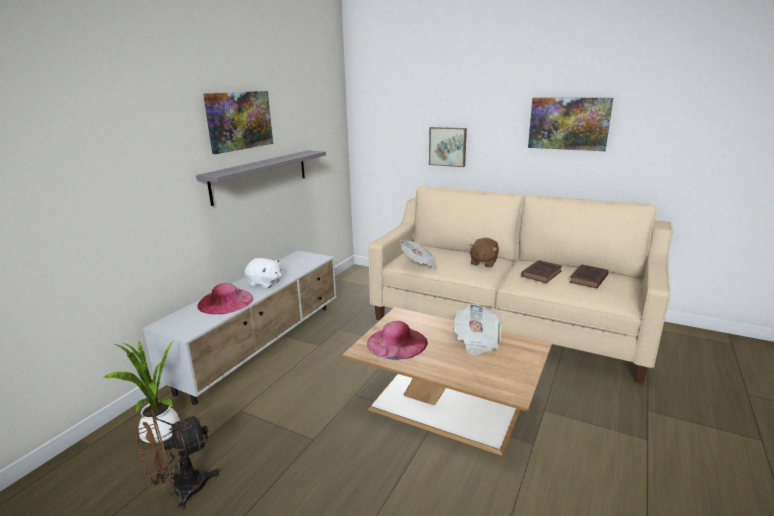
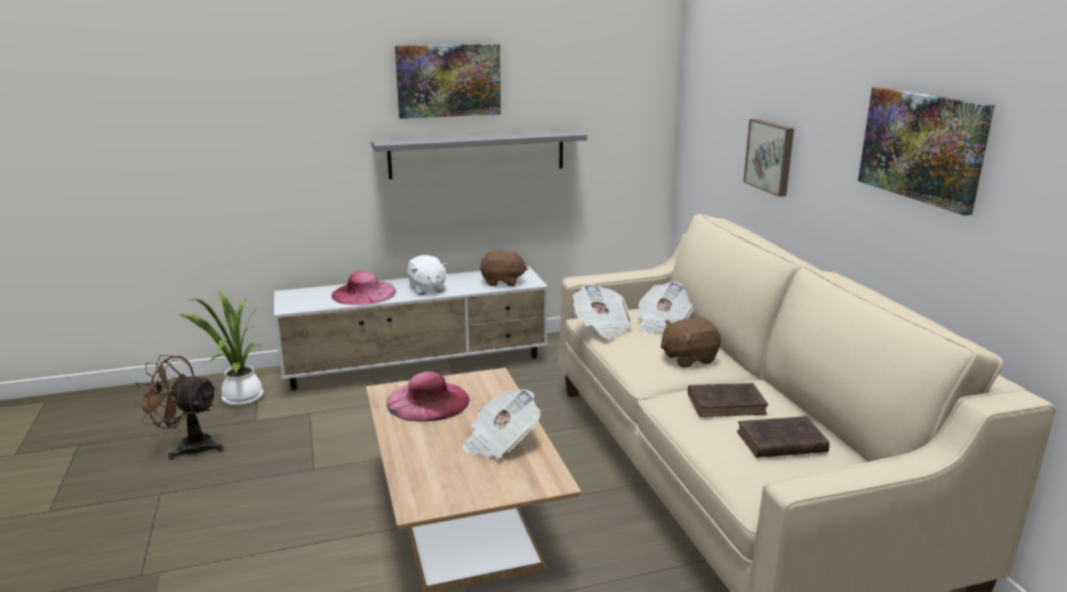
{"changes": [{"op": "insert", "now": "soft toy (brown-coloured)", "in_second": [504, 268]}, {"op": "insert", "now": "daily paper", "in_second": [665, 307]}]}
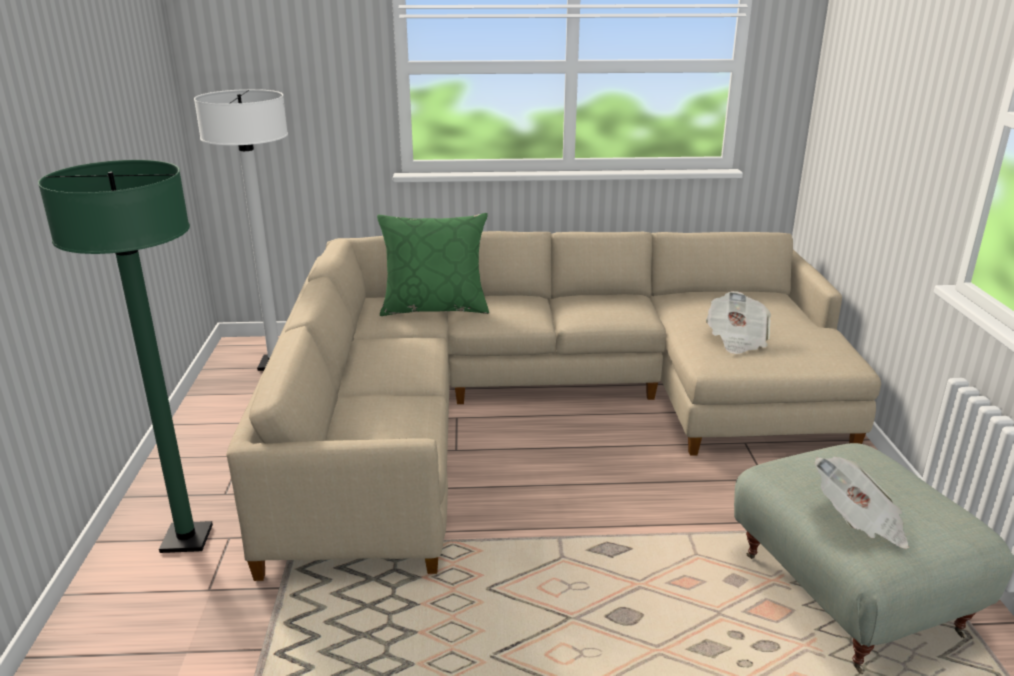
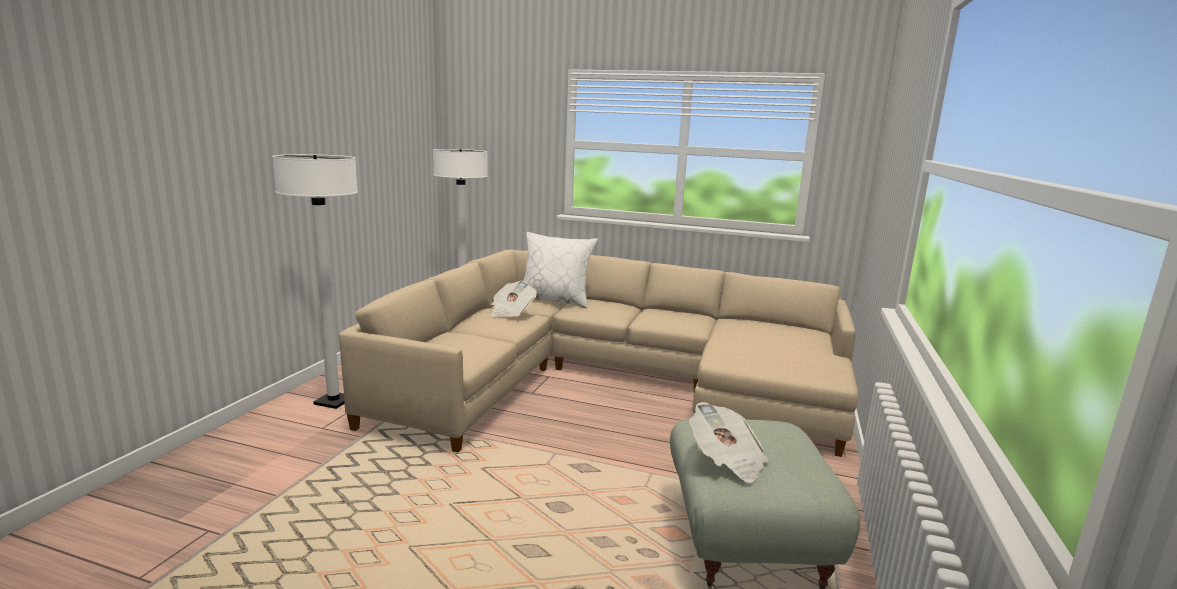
{"changes": [{"op": "move", "was": "daily paper", "in_first": [738, 322], "in_second": [514, 299]}, {"op": "recolor", "was": "standing lamp (green)", "now": "standing lamp (white-coloured)", "in_first": [125, 356], "in_second": [315, 281]}, {"op": "recolor", "was": "pillow (green)", "now": "pillow (white-coloured)", "in_first": [433, 264], "in_second": [561, 270]}]}
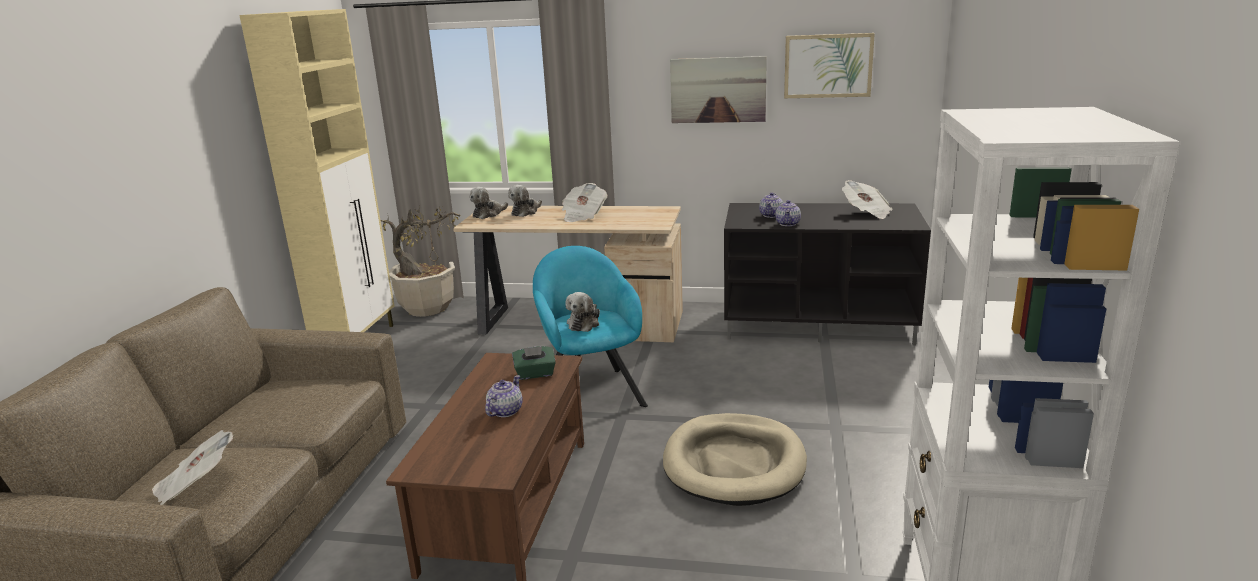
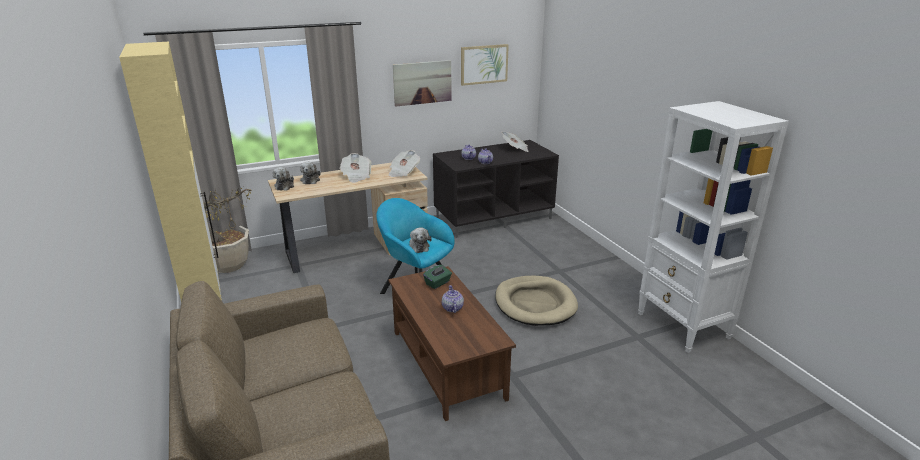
{"changes": [{"op": "move", "was": "daily paper", "in_first": [192, 467], "in_second": [404, 163]}]}
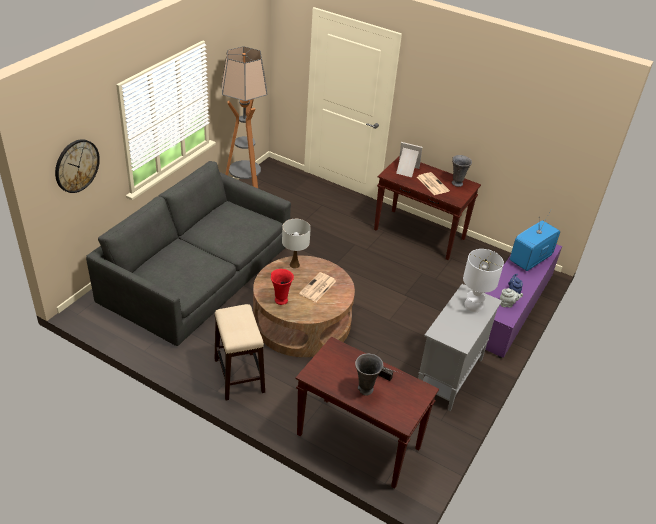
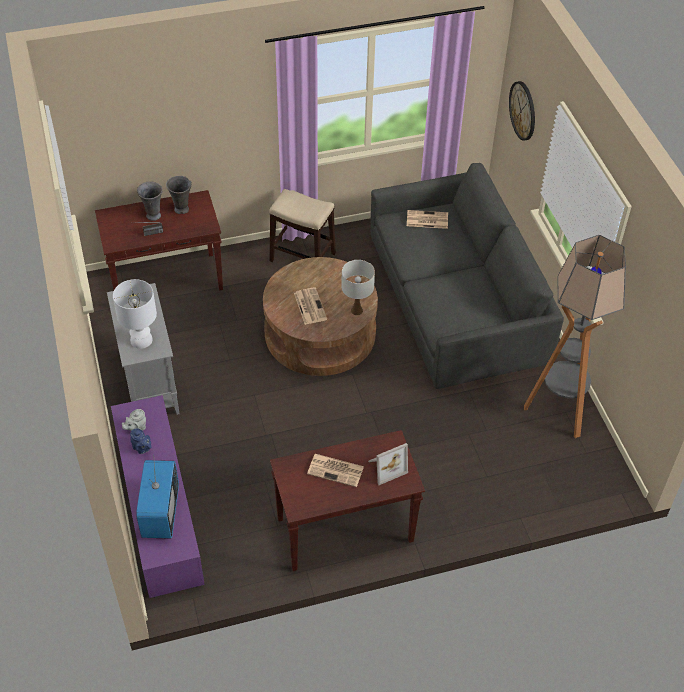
{"changes": [{"op": "delete", "was": "decorative vase (red-coloured)", "in_first": [282, 287]}, {"op": "insert", "now": "daily paper", "in_second": [427, 219]}, {"op": "move", "was": "decorative vase (gray)", "in_first": [462, 171], "in_second": [179, 195]}]}
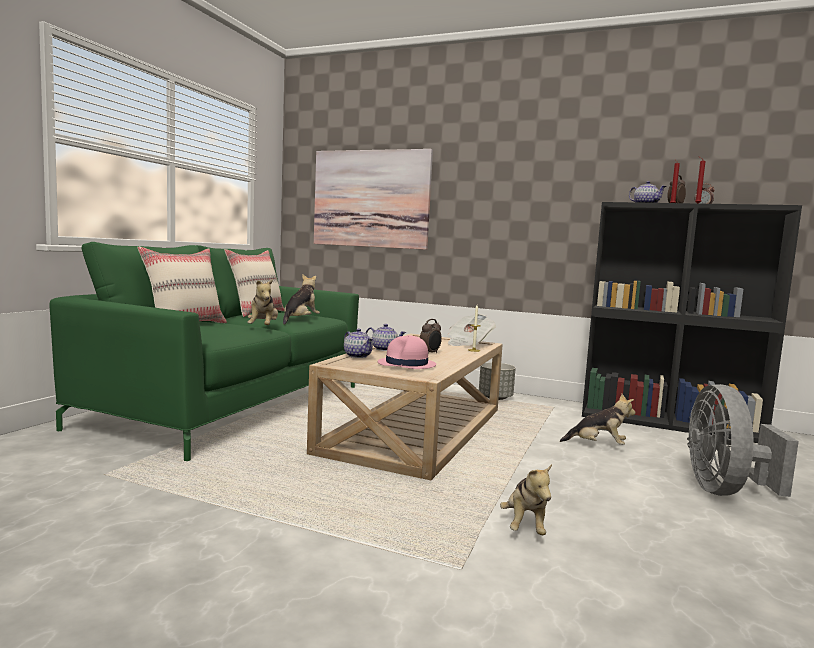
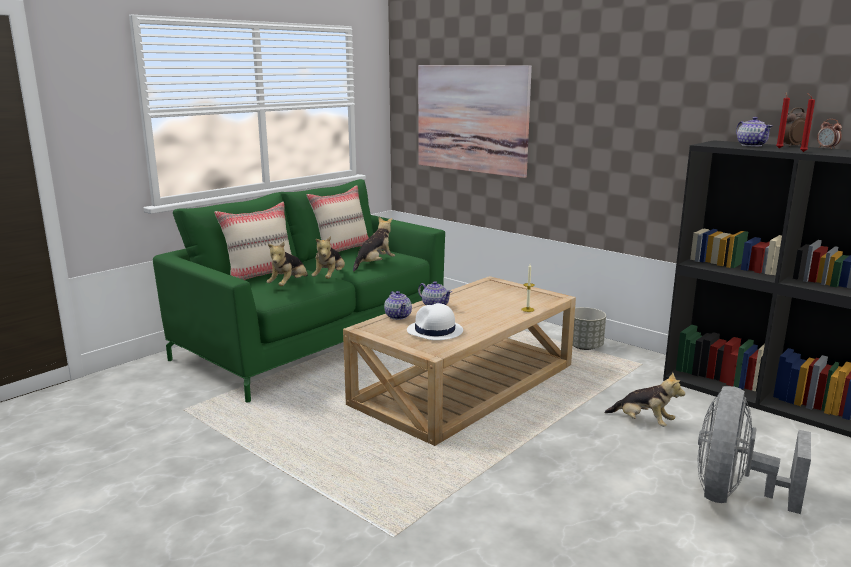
{"changes": [{"op": "delete", "was": "alarm clock", "in_first": [430, 336]}, {"op": "delete", "was": "daily paper", "in_first": [472, 330]}, {"op": "move", "was": "soft toy", "in_first": [526, 499], "in_second": [287, 264]}, {"op": "recolor", "was": "hat (pink)", "now": "hat (white-coloured)", "in_first": [407, 352], "in_second": [435, 321]}]}
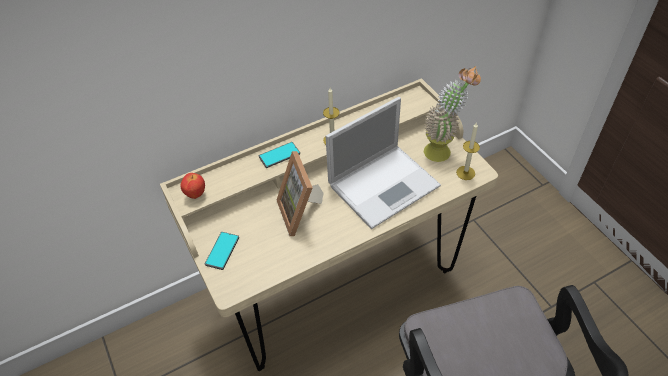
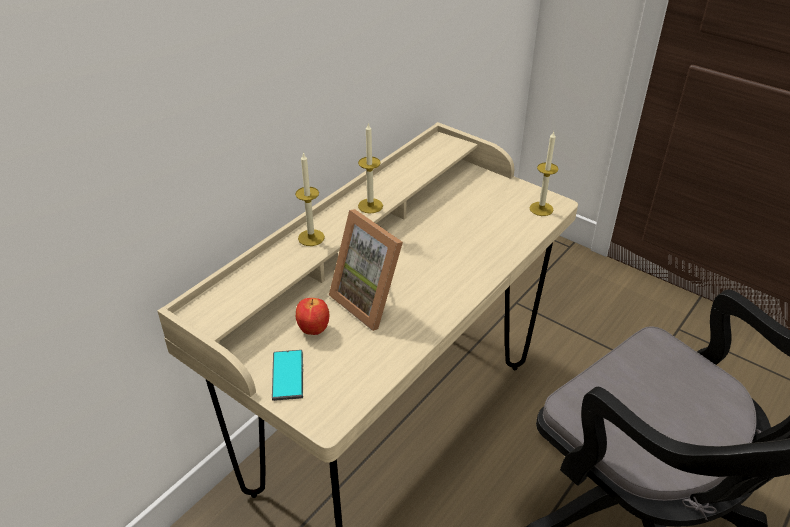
{"changes": [{"op": "delete", "was": "portable computer", "in_first": [383, 163]}, {"op": "delete", "was": "potted plant", "in_first": [452, 114]}, {"op": "move", "was": "apple fruit", "in_first": [192, 186], "in_second": [312, 316]}, {"op": "replace", "was": "handset", "now": "wax light", "in_first": [279, 155], "in_second": [310, 199]}]}
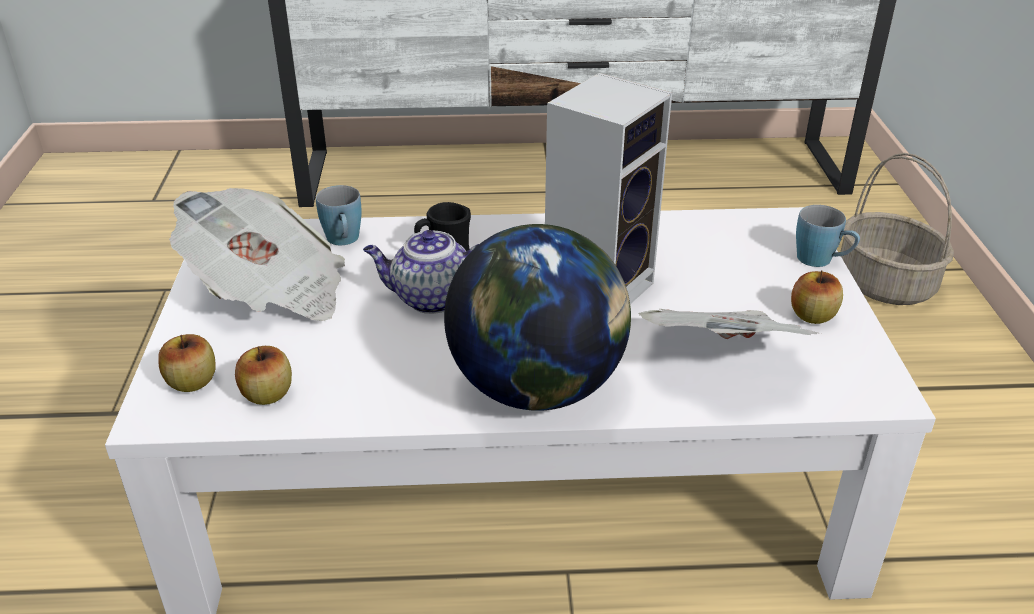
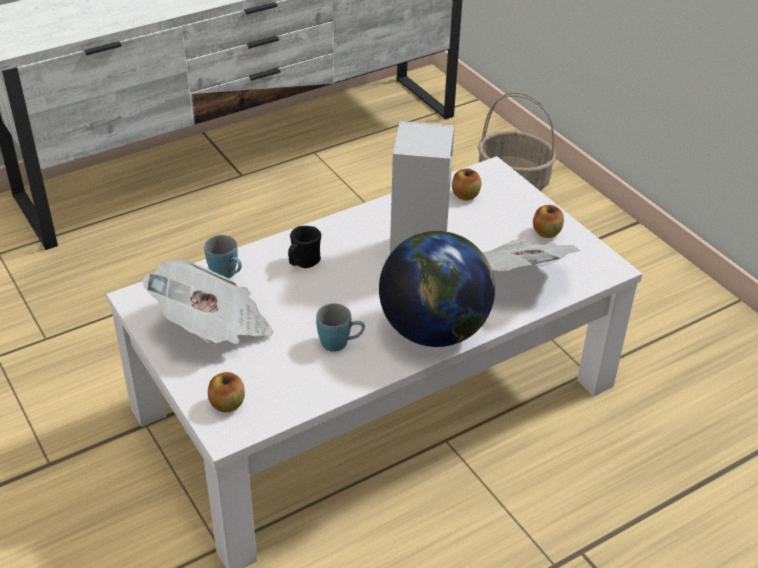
{"changes": [{"op": "delete", "was": "teapot", "in_first": [421, 272]}, {"op": "move", "was": "apple fruit", "in_first": [263, 375], "in_second": [466, 184]}, {"op": "move", "was": "mug (blue-coloured)", "in_first": [828, 236], "in_second": [340, 327]}]}
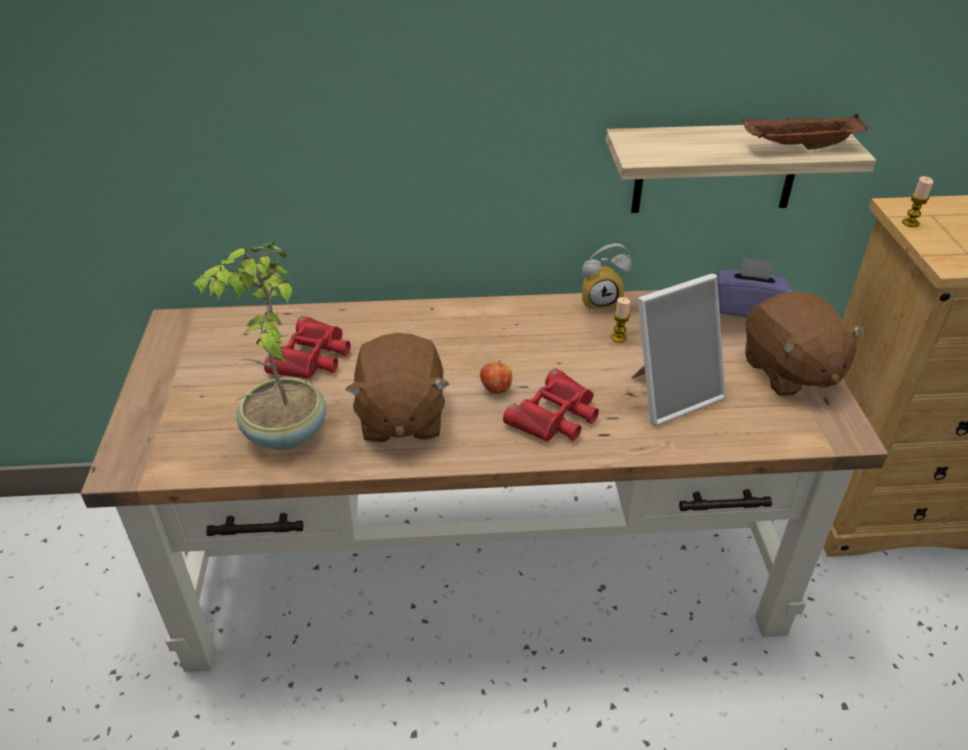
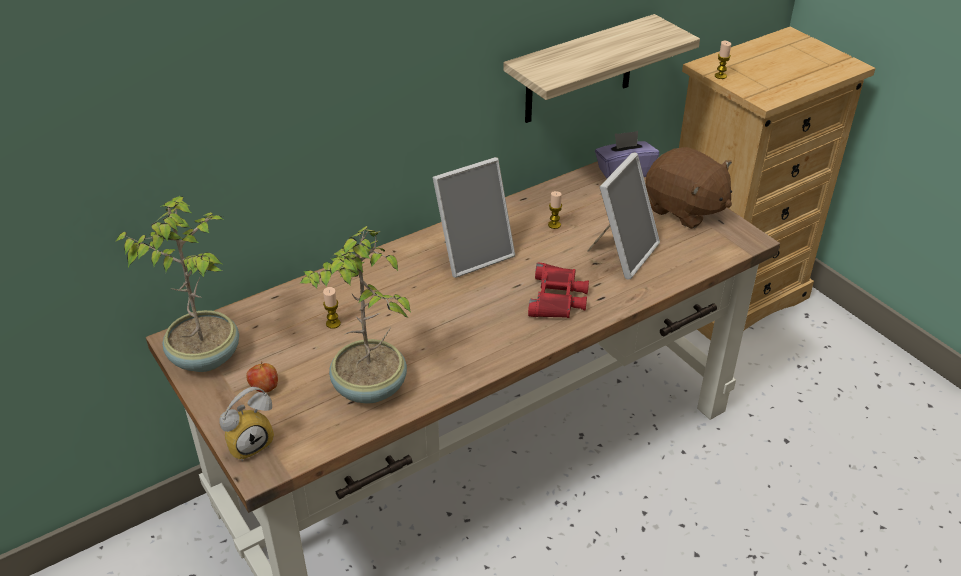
{"changes": [{"op": "delete", "was": "soft toy (brown-coloured)", "in_first": [397, 388]}, {"op": "delete", "was": "tray (brown-coloured)", "in_first": [805, 132]}, {"op": "insert", "now": "potted plant", "in_second": [177, 284]}, {"op": "insert", "now": "standing frame", "in_second": [474, 217]}, {"op": "move", "was": "apple fruit", "in_first": [496, 377], "in_second": [262, 377]}, {"op": "move", "was": "alarm clock", "in_first": [607, 277], "in_second": [246, 424]}, {"op": "replace", "was": "pair of binoculars (red-coloured)", "now": "wax light", "in_first": [307, 347], "in_second": [332, 308]}]}
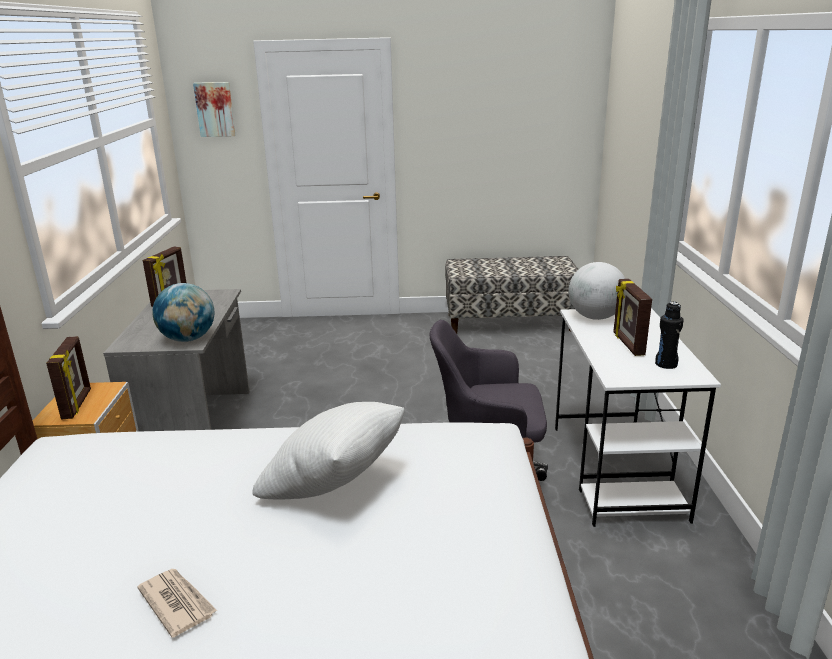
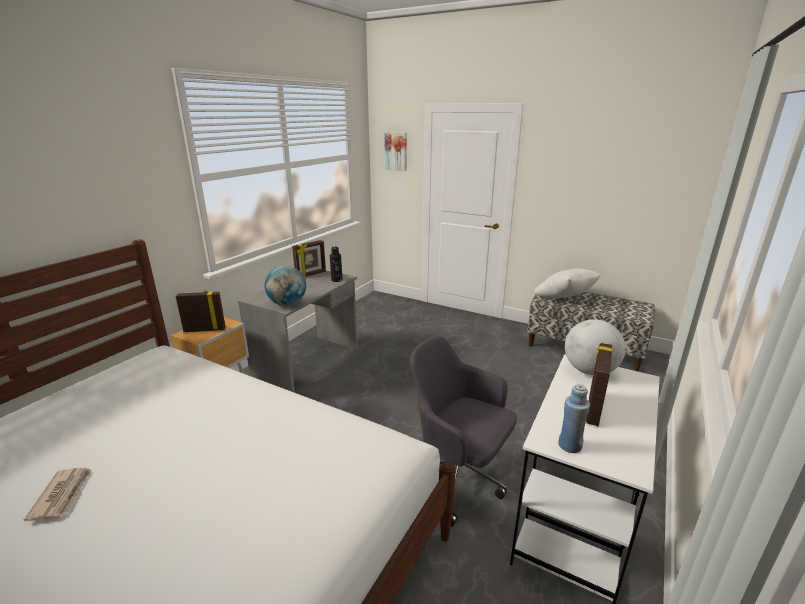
{"changes": [{"op": "insert", "now": "bottle (blue-coloured)", "in_second": [574, 418]}, {"op": "move", "was": "pillow (white-coloured)", "in_first": [328, 450], "in_second": [567, 283]}, {"op": "move", "was": "bottle (black)", "in_first": [669, 335], "in_second": [336, 264]}, {"op": "rotate", "was": "standing frame", "in_first": [68, 378], "in_second": [201, 311], "clockwise": -120}]}
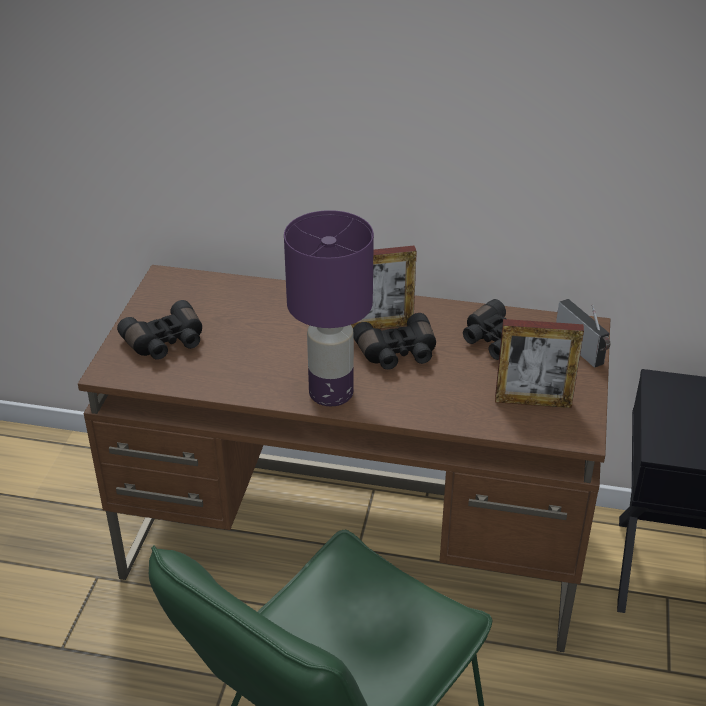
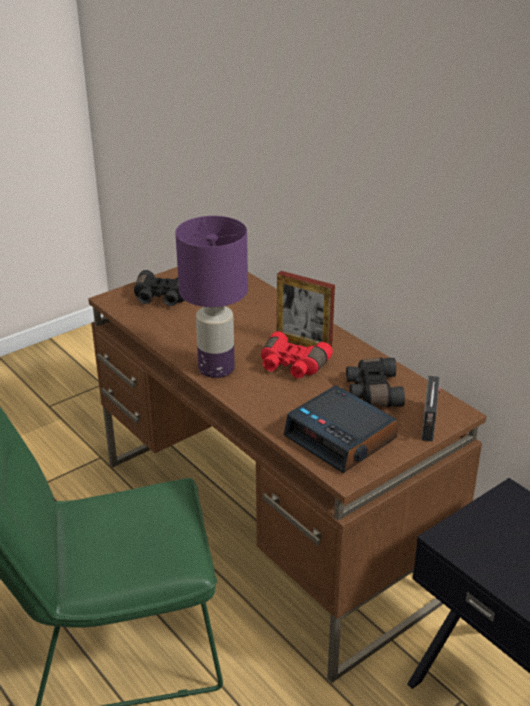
{"changes": [{"op": "replace", "was": "standing frame", "now": "alarm clock", "in_first": [539, 363], "in_second": [341, 429]}, {"op": "recolor", "was": "pair of binoculars (black)", "now": "pair of binoculars (red-coloured)", "in_first": [394, 341], "in_second": [297, 355]}]}
